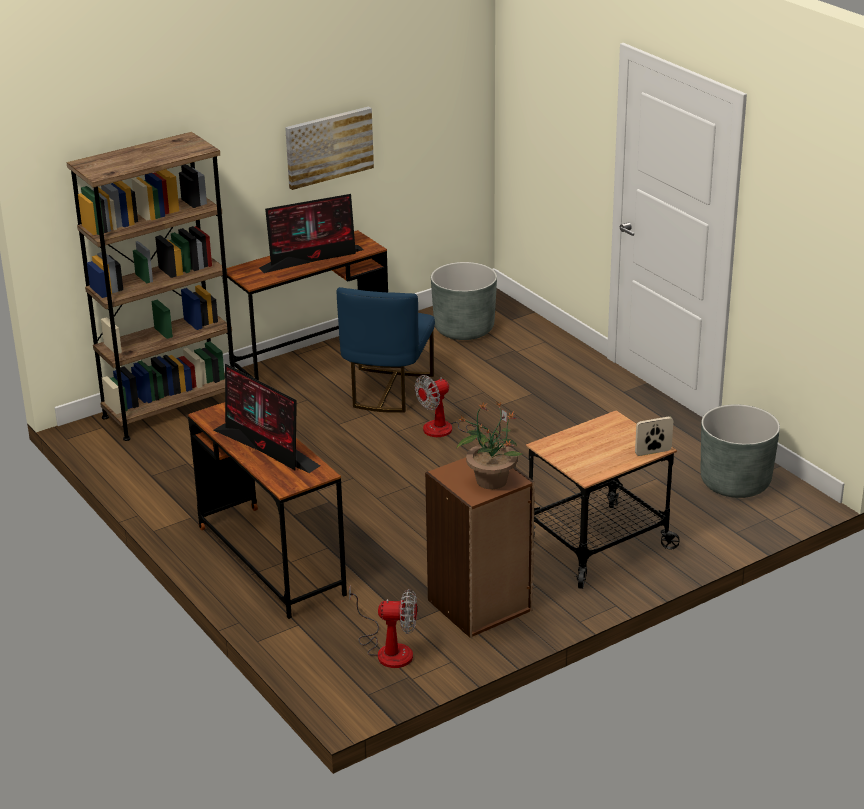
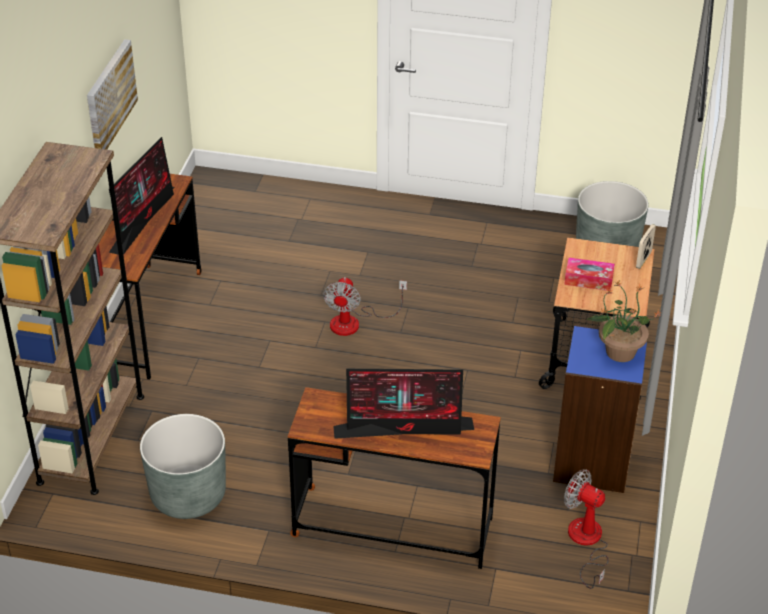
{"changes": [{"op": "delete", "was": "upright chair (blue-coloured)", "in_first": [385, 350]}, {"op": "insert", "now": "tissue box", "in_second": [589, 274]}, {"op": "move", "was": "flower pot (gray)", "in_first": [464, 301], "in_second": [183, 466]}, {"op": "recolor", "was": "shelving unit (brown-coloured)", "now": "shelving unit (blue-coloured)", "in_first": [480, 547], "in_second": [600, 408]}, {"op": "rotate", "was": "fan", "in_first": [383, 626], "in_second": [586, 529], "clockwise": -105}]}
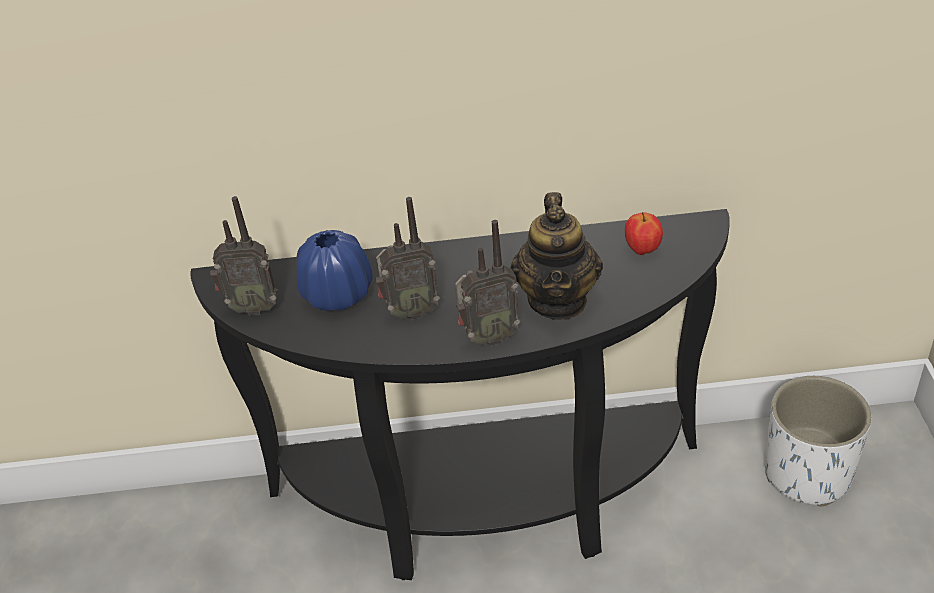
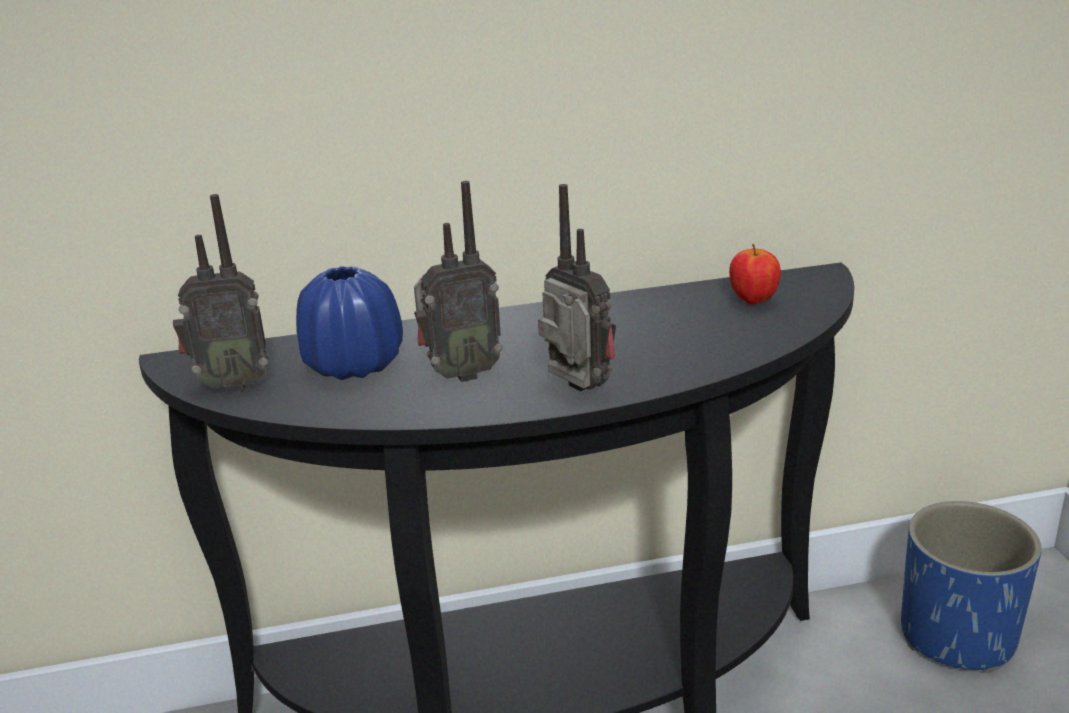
{"changes": [{"op": "delete", "was": "teapot", "in_first": [557, 256]}, {"op": "recolor", "was": "flower pot (white-coloured)", "now": "flower pot (blue-coloured)", "in_first": [818, 441], "in_second": [971, 587]}, {"op": "rotate", "was": "radio set", "in_first": [487, 283], "in_second": [577, 287], "clockwise": -105}]}
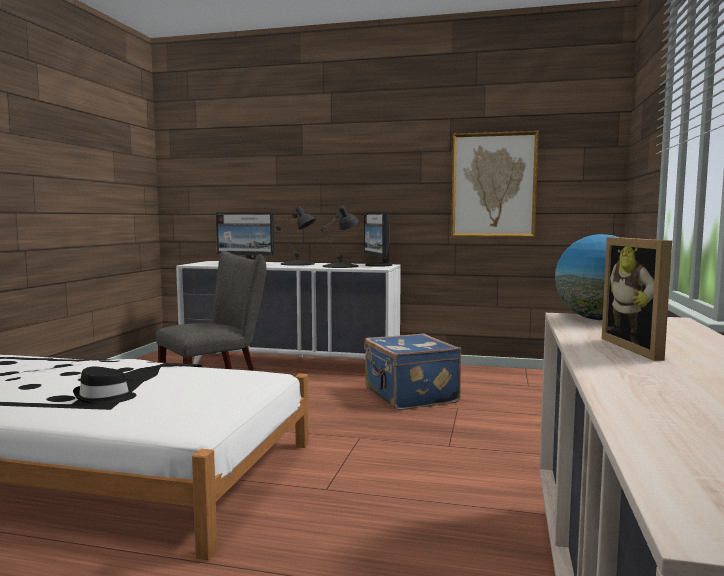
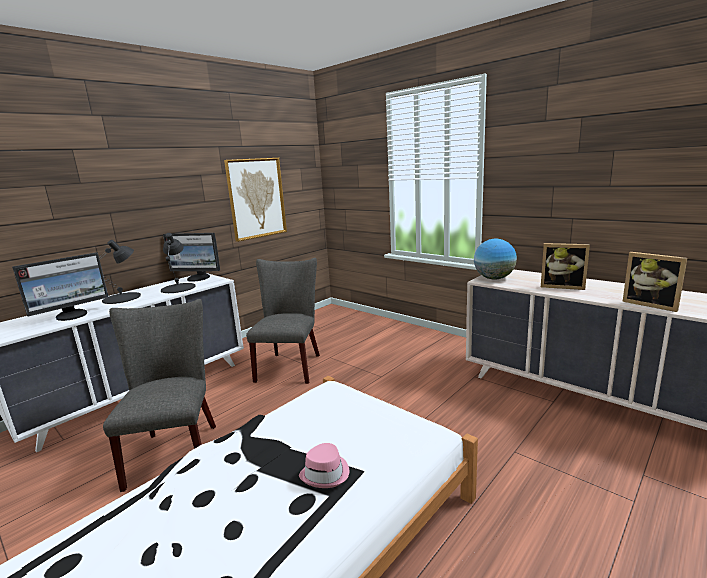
{"changes": [{"op": "insert", "now": "standing frame", "in_second": [654, 282]}, {"op": "replace", "was": "suitcase (blue-coloured)", "now": "upright chair (gray)", "in_first": [412, 371], "in_second": [283, 321]}, {"op": "recolor", "was": "hat (black)", "now": "hat (pink)", "in_first": [105, 385], "in_second": [324, 465]}]}
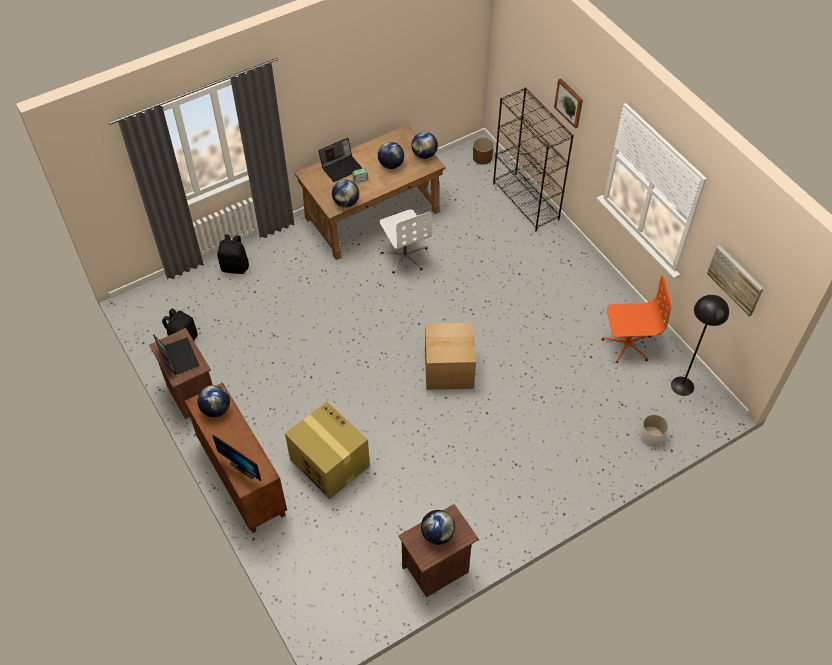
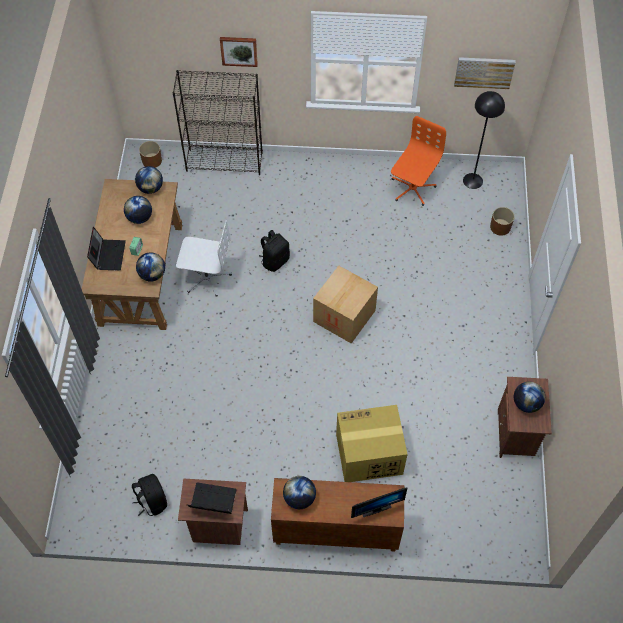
{"changes": [{"op": "move", "was": "backpack (black)", "in_first": [233, 254], "in_second": [274, 251]}, {"op": "recolor", "was": "flower pot (white-coloured)", "now": "flower pot (brown-coloured)", "in_first": [654, 431], "in_second": [502, 221]}]}
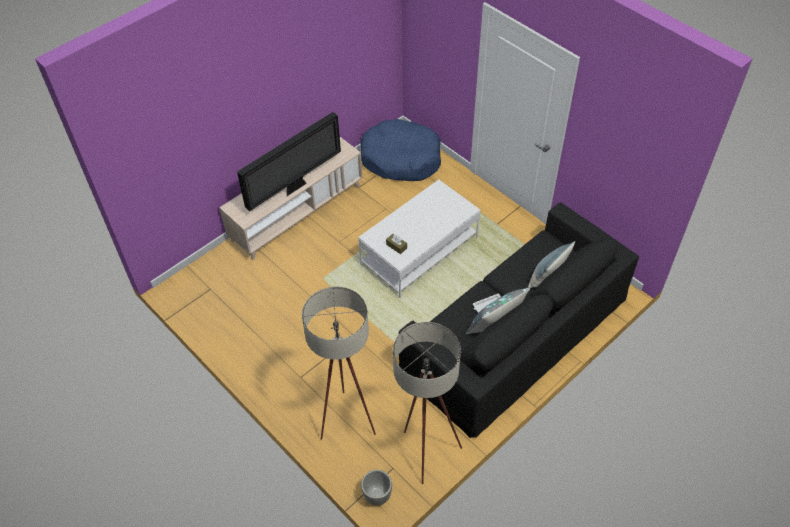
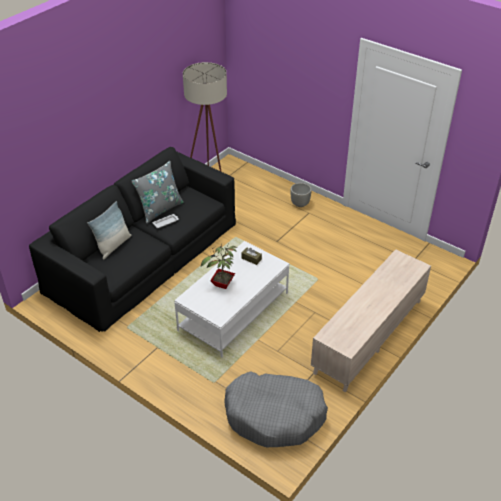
{"changes": [{"op": "delete", "was": "TV set", "in_first": [289, 161]}, {"op": "delete", "was": "standing lamp (beige)", "in_first": [339, 363]}, {"op": "insert", "now": "potted plant", "in_second": [219, 266]}, {"op": "move", "was": "flower pot (gray)", "in_first": [376, 487], "in_second": [301, 195]}, {"op": "recolor", "was": "dog bed (blue-coloured)", "now": "dog bed (gray)", "in_first": [400, 150], "in_second": [276, 409]}]}
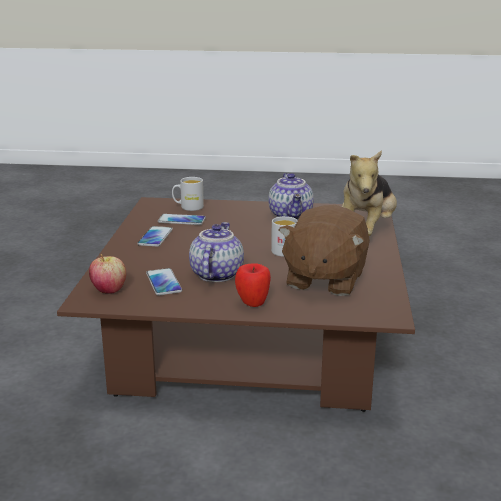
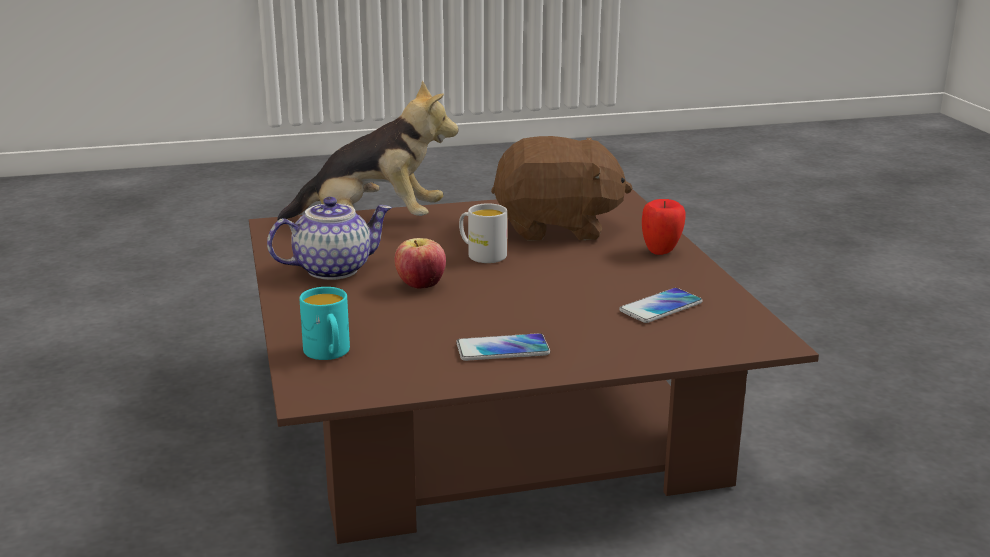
{"changes": [{"op": "delete", "was": "handset", "in_first": [182, 219]}, {"op": "delete", "was": "teapot", "in_first": [216, 252]}, {"op": "move", "was": "apple fruit", "in_first": [107, 274], "in_second": [420, 263]}, {"op": "recolor", "was": "mug (white-coloured)", "now": "mug (turquoise)", "in_first": [188, 194], "in_second": [324, 323]}]}
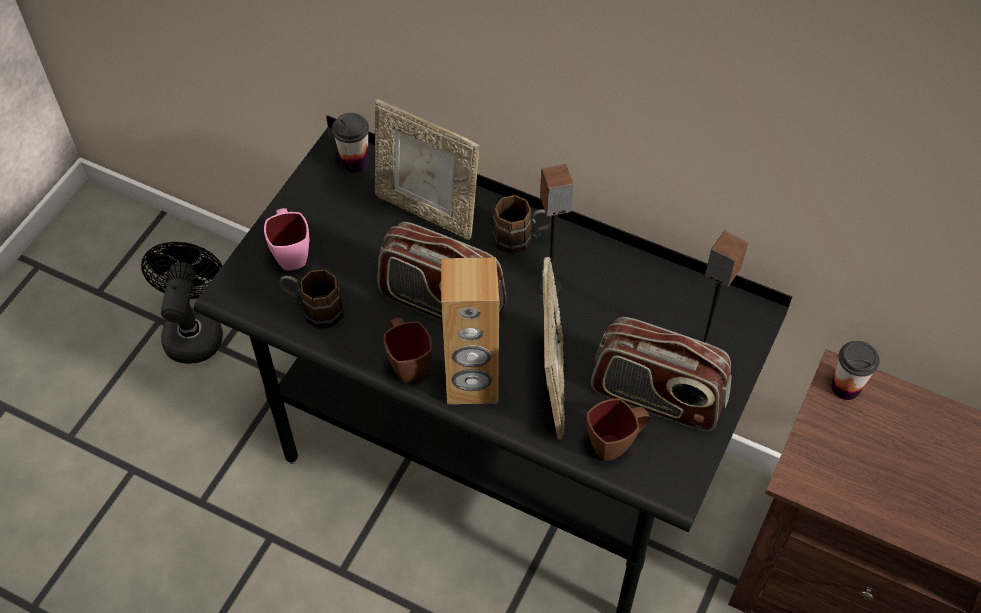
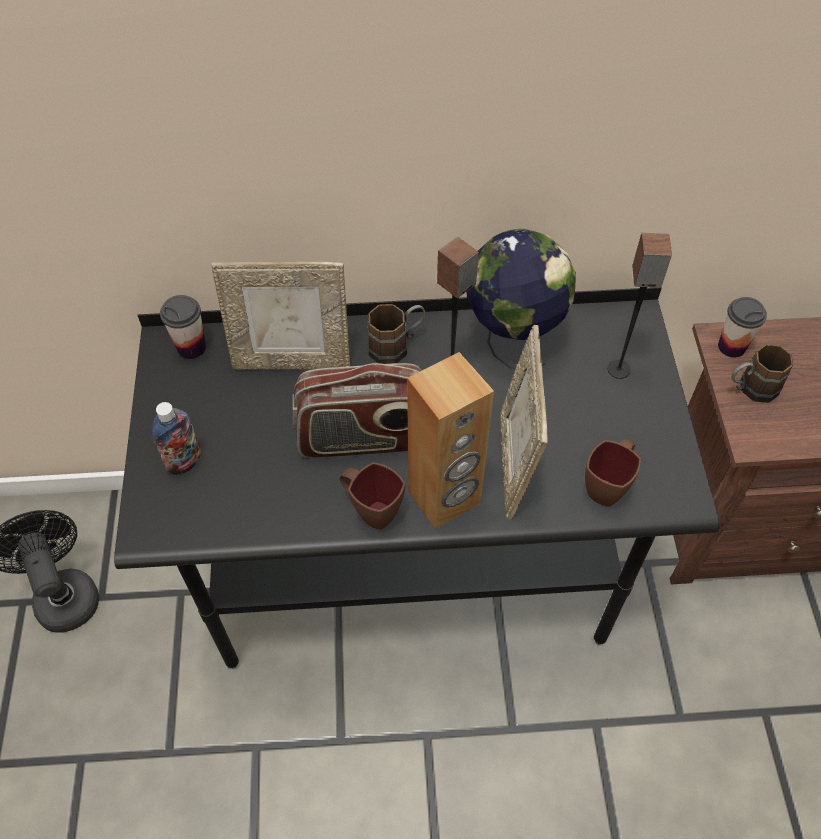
{"changes": [{"op": "delete", "was": "radio set", "in_first": [661, 374]}, {"op": "insert", "now": "world globe", "in_second": [521, 299]}, {"op": "move", "was": "mug (brown-coloured)", "in_first": [312, 299], "in_second": [762, 373]}, {"op": "replace", "was": "mug (pink)", "now": "bottle", "in_first": [286, 239], "in_second": [176, 438]}, {"op": "rotate", "was": "standing frame", "in_first": [553, 348], "in_second": [524, 422], "clockwise": -150}]}
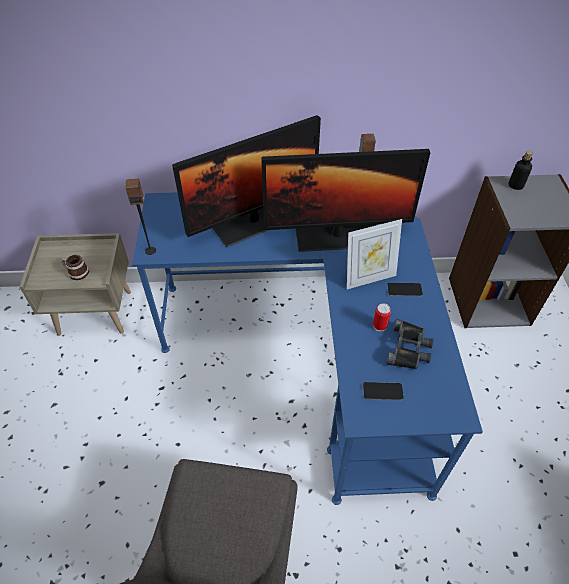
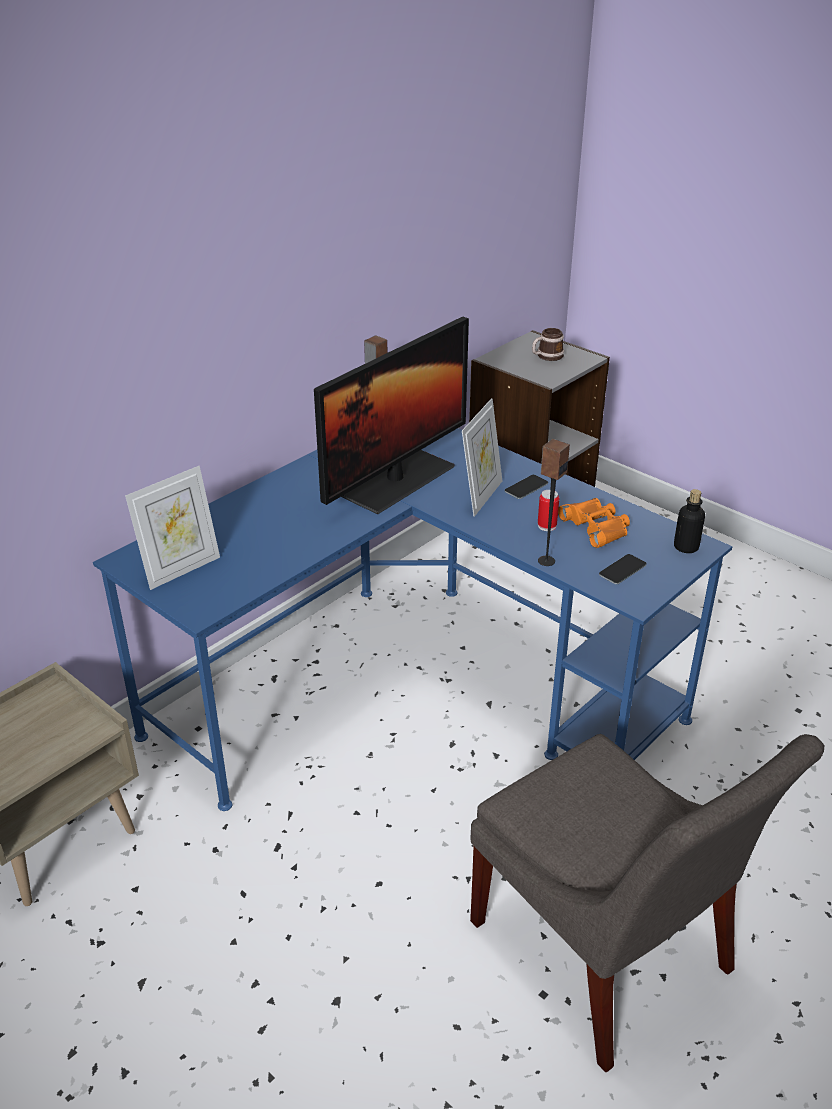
{"changes": [{"op": "delete", "was": "computer display", "in_first": [246, 181]}, {"op": "insert", "now": "standing frame", "in_second": [172, 528]}, {"op": "move", "was": "mug", "in_first": [75, 267], "in_second": [548, 344]}, {"op": "move", "was": "audio speaker", "in_first": [141, 216], "in_second": [554, 502]}, {"op": "move", "was": "bottle", "in_first": [520, 170], "in_second": [689, 521]}, {"op": "recolor", "was": "pair of binoculars (black)", "now": "pair of binoculars (orange-coloured)", "in_first": [410, 344], "in_second": [594, 523]}]}
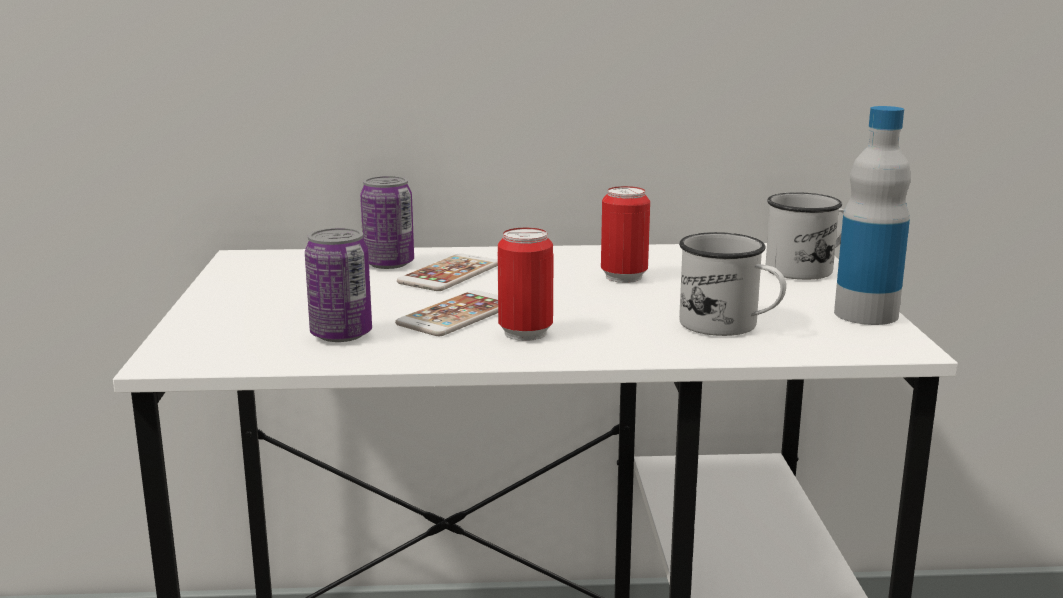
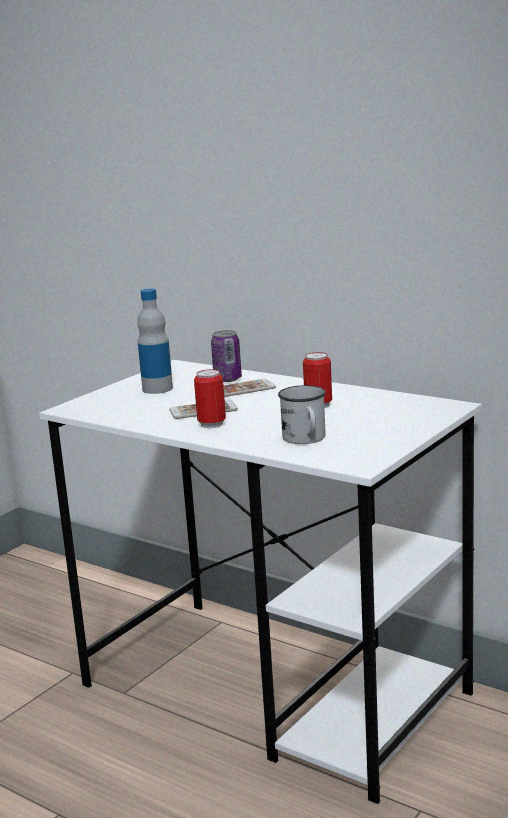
{"changes": [{"op": "delete", "was": "sealed can", "in_first": [338, 285]}, {"op": "delete", "was": "mug (white-coloured)", "in_first": [805, 236]}, {"op": "move", "was": "bottle", "in_first": [872, 215], "in_second": [155, 341]}]}
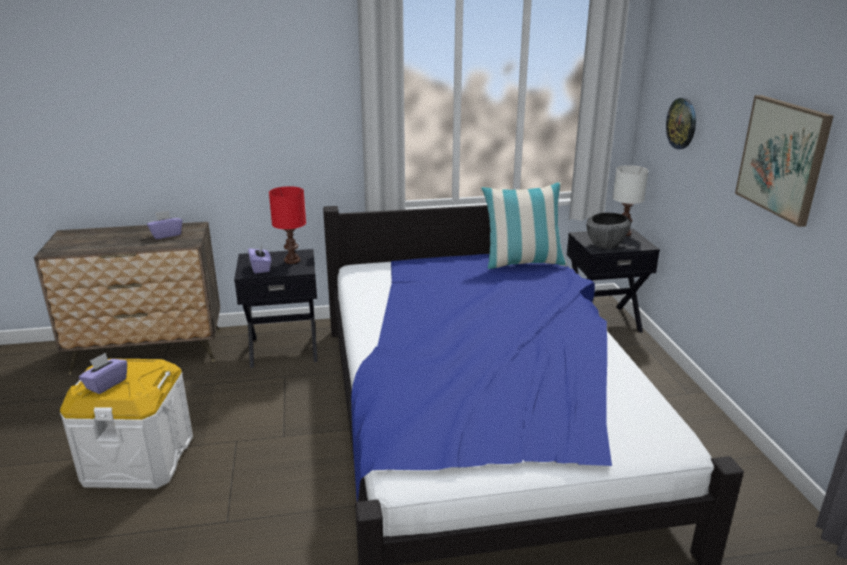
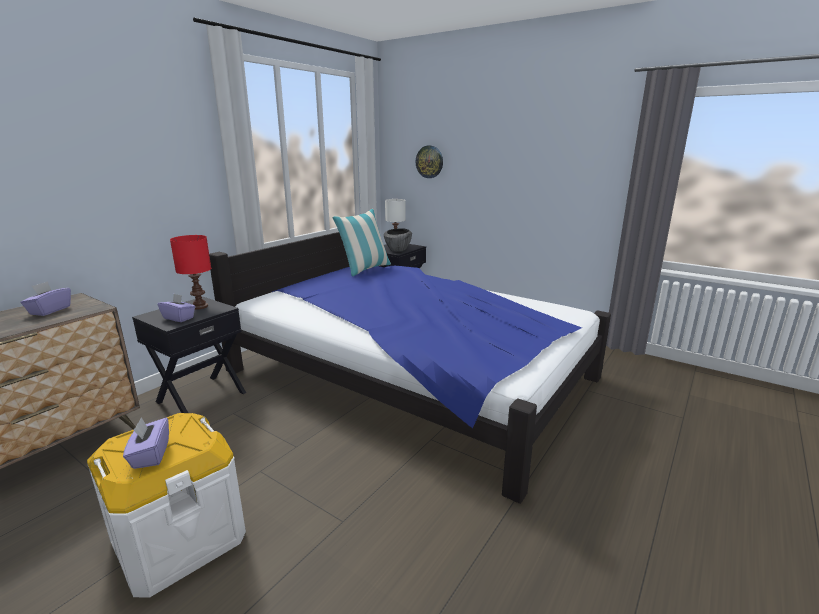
{"changes": [{"op": "delete", "was": "wall picture", "in_first": [784, 161]}]}
